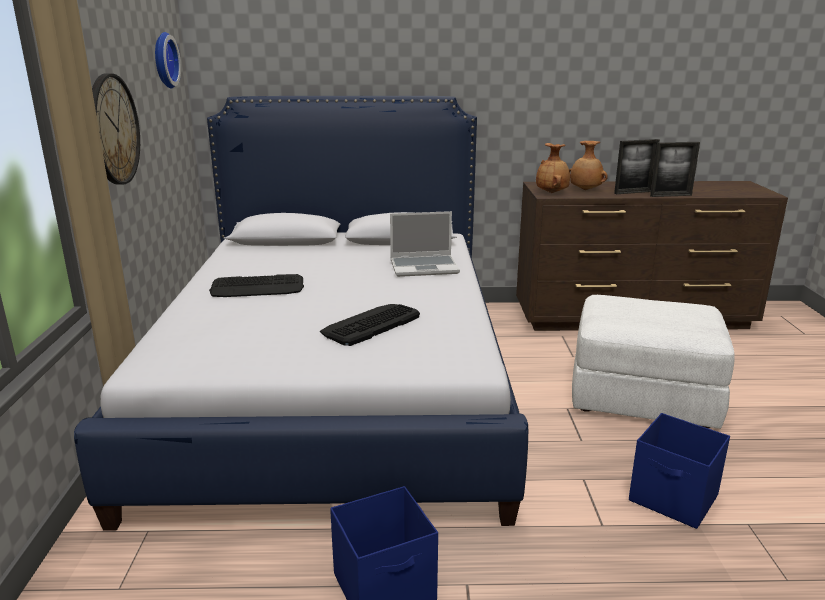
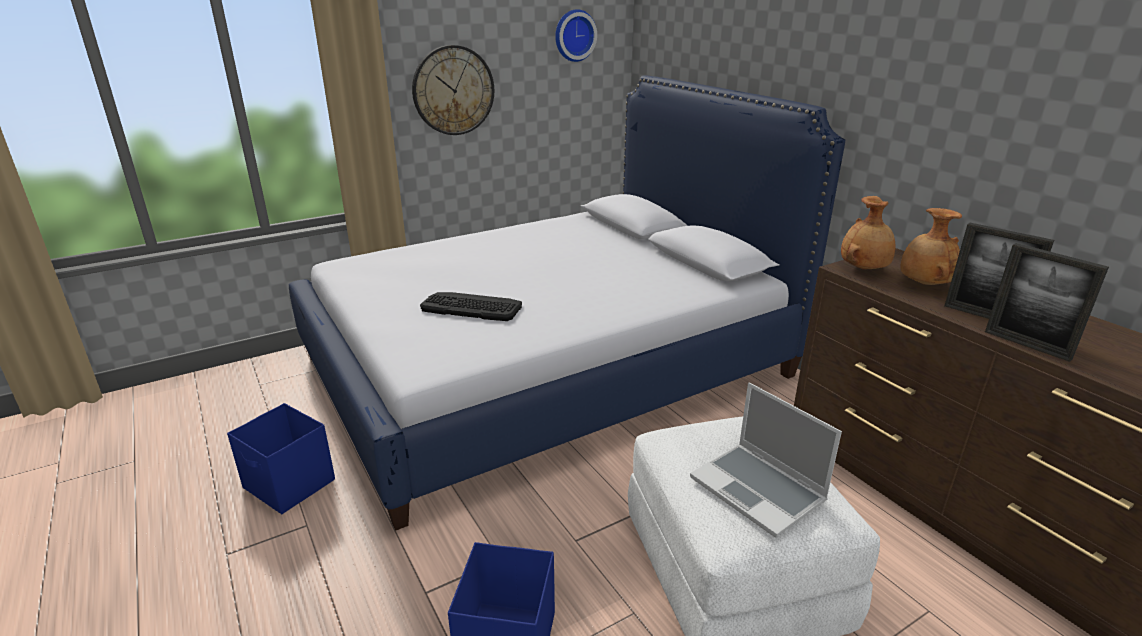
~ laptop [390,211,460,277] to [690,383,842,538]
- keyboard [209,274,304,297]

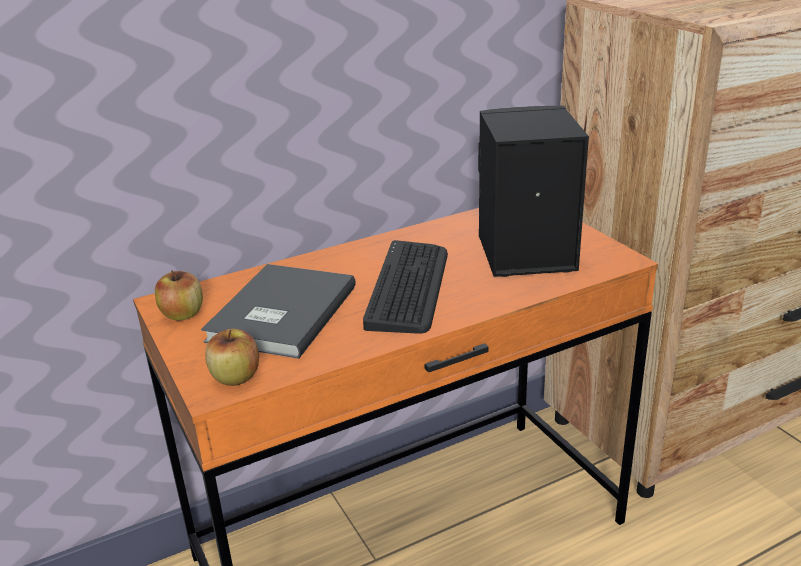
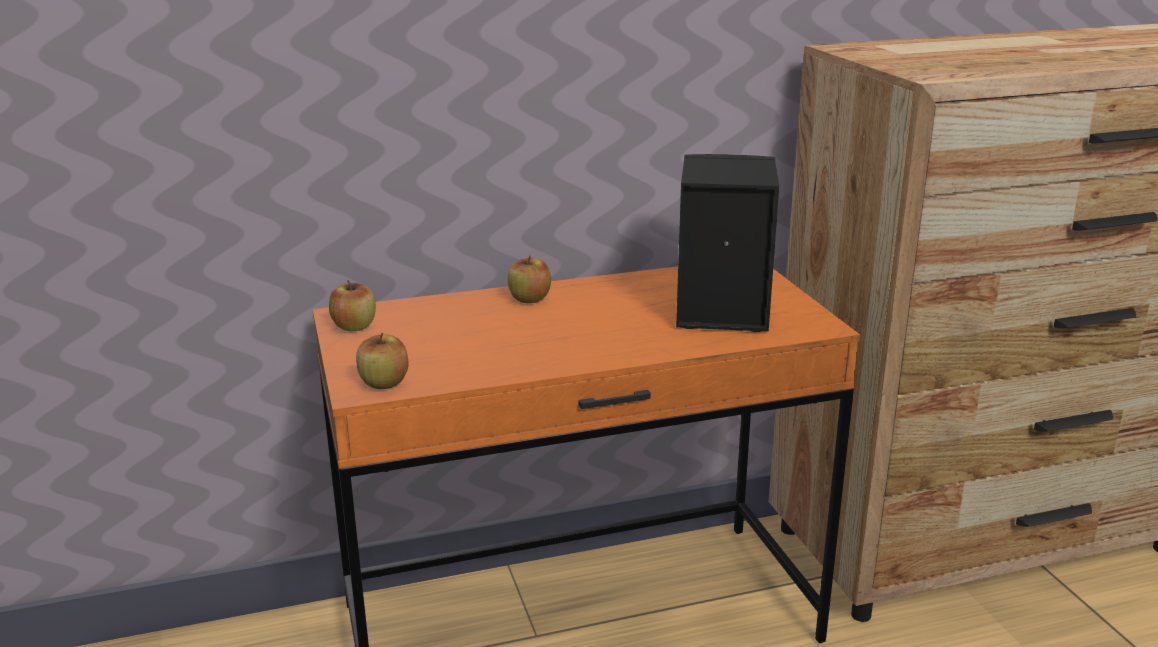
- keyboard [363,240,448,334]
- grey book [201,264,356,359]
+ apple [508,255,551,303]

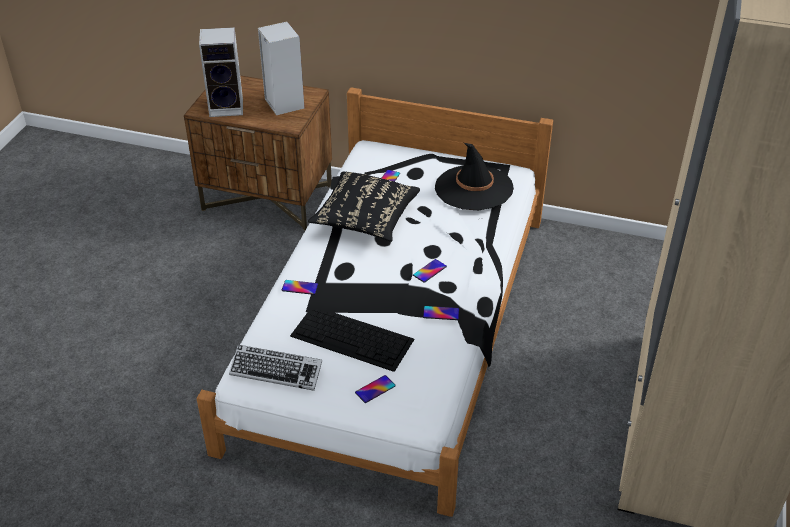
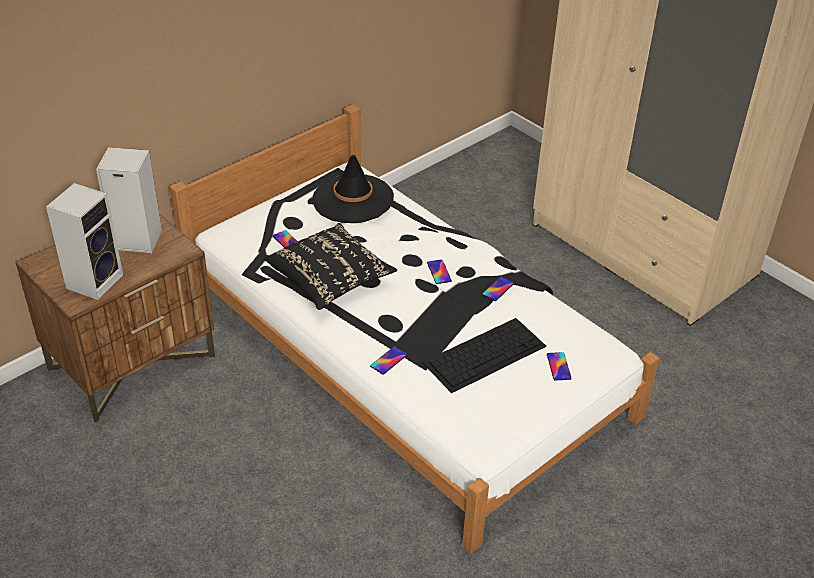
- keyboard [229,345,322,391]

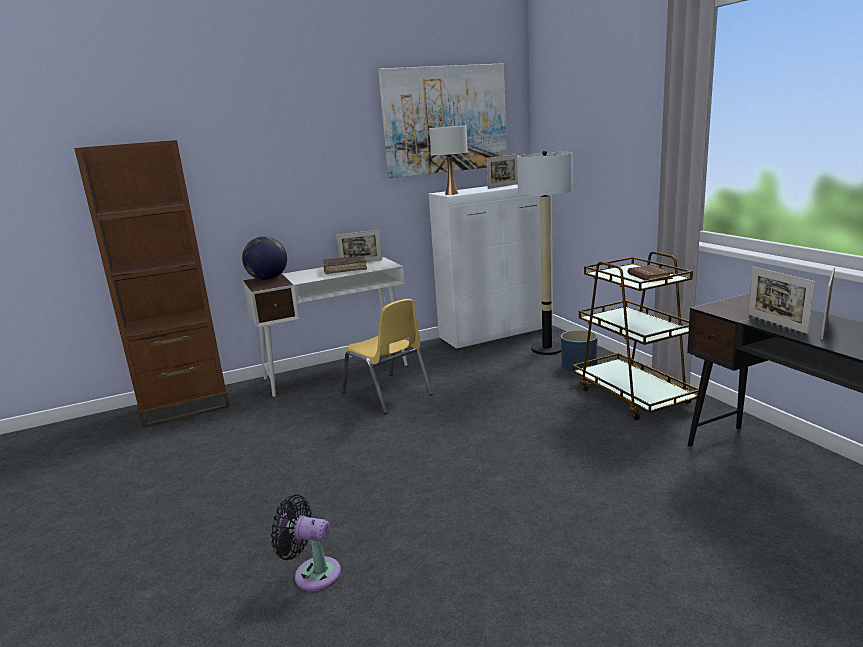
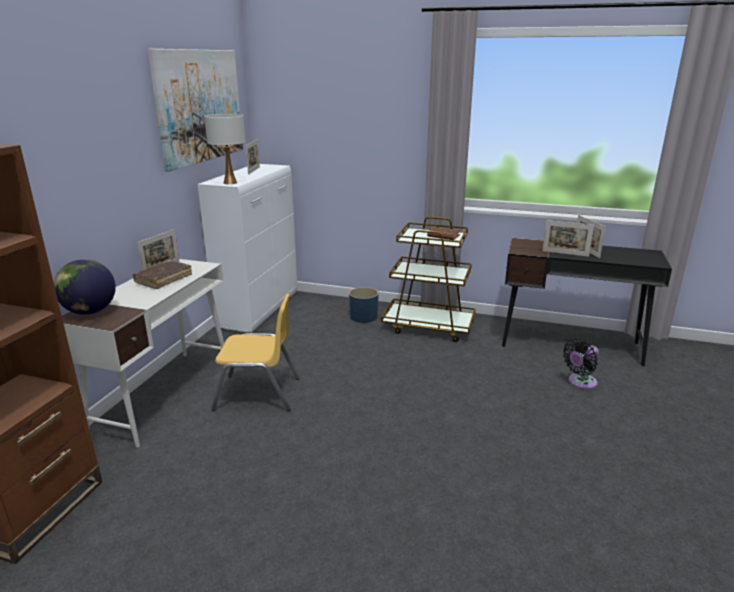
- floor lamp [517,151,573,355]
~ black fan [271,494,341,591] to [563,339,599,389]

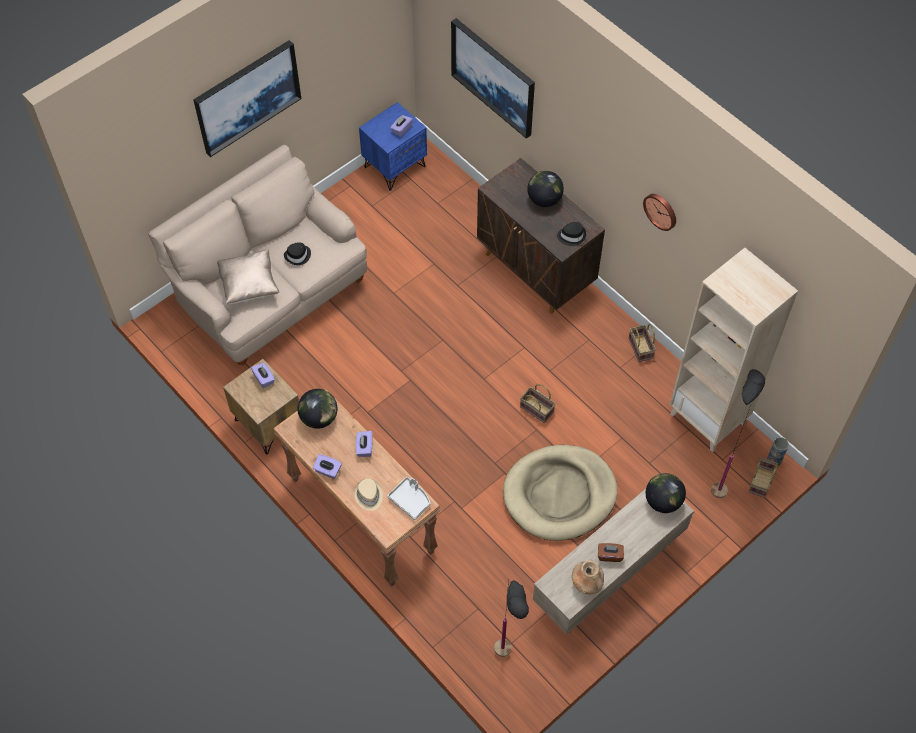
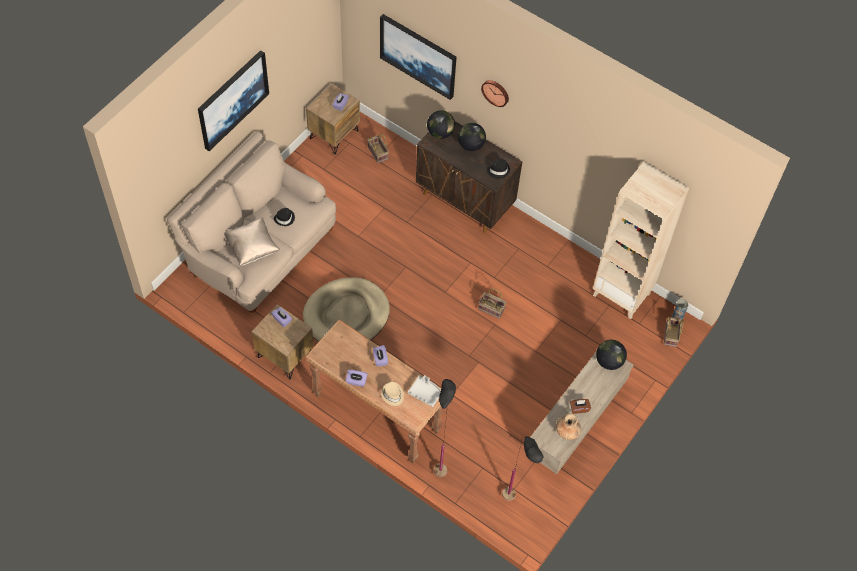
~ blue nightstand [359,102,427,191] to brown nightstand [306,83,360,155]
~ wall clock [643,194,676,231] to [481,80,509,107]
~ basket [629,324,656,362] to [367,133,389,163]
~ black floor lamp [711,369,765,498] to [434,379,456,477]
~ globe [297,389,338,429] to [427,110,455,139]
~ beige dog bed [503,445,617,541] to [303,277,390,342]

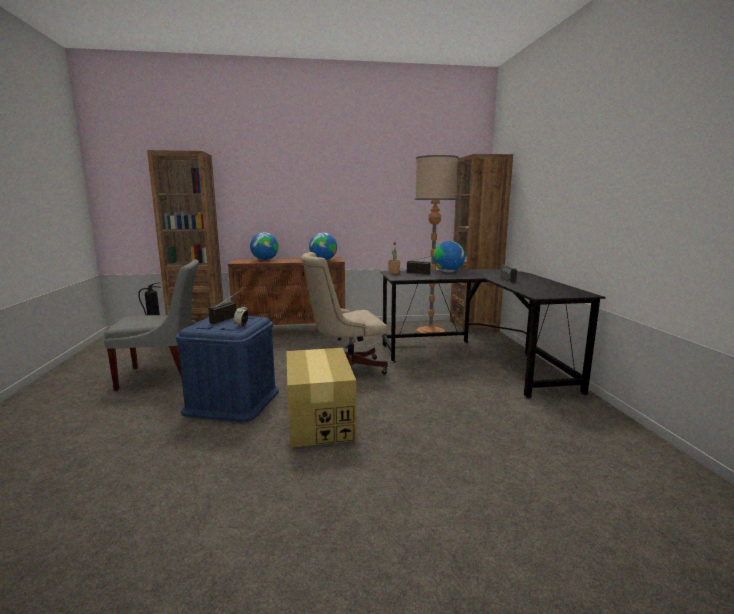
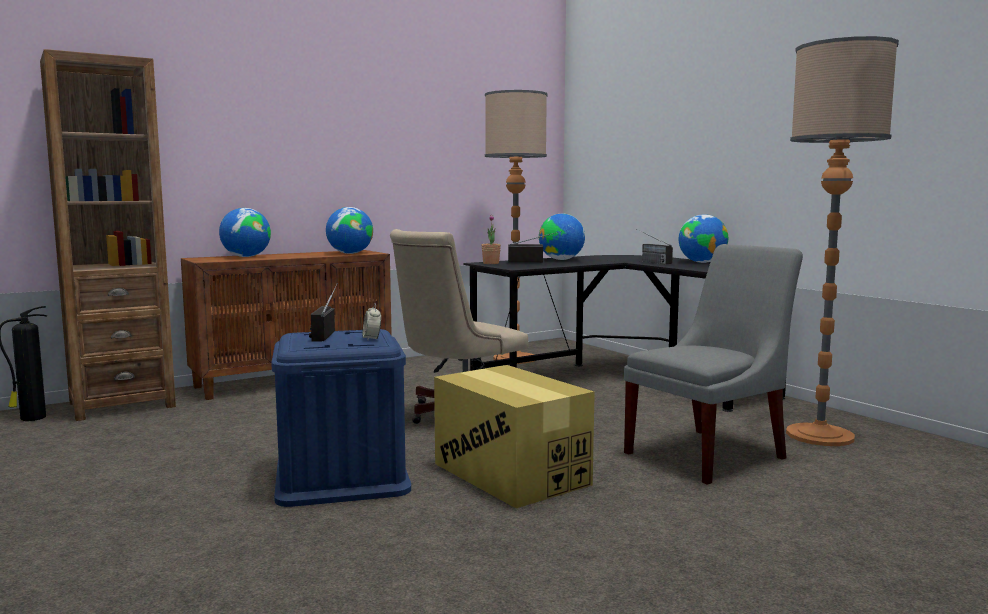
- brown bookcase [450,154,513,332]
~ grey chair [104,259,199,391] to [624,244,803,485]
+ floor lamp [786,36,899,446]
+ globe [679,214,728,263]

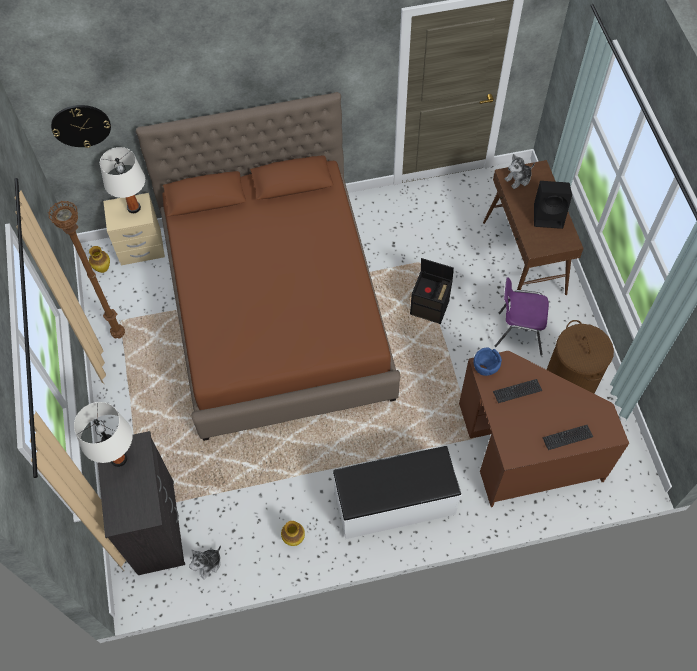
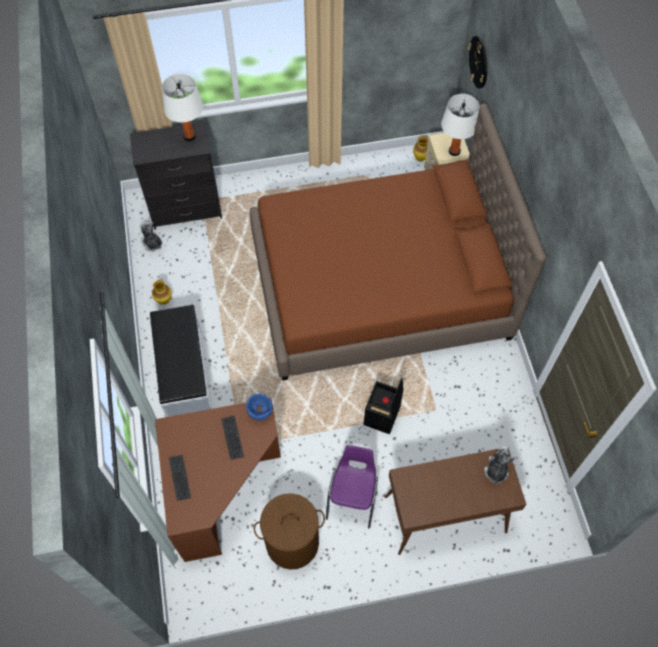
~ plush toy [505,154,535,189] = [484,445,516,486] 45 degrees clockwise
- black speaker [534,181,572,229]
- brown floor lamp [48,201,125,339]

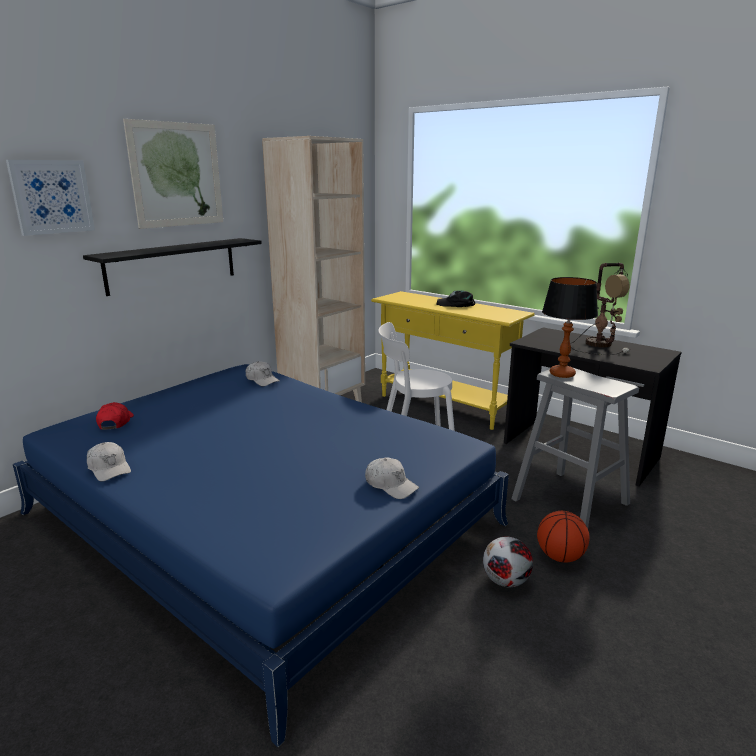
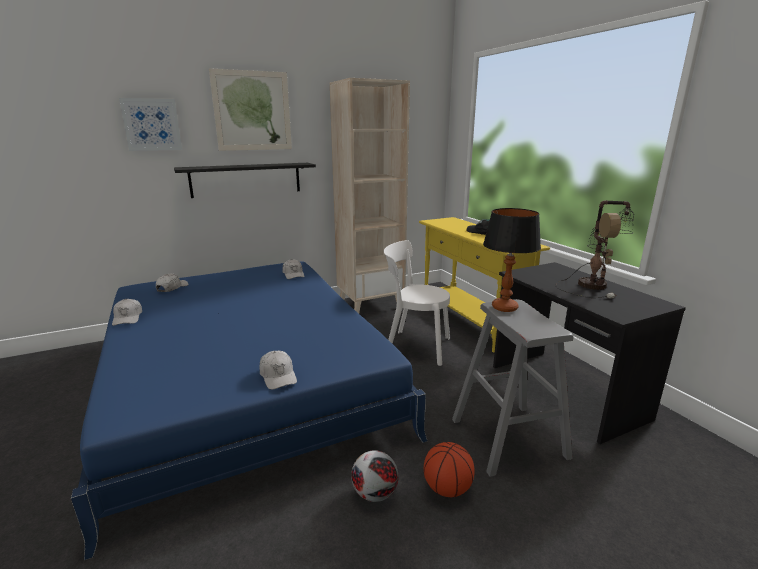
~ red cap [96,402,134,430] to white cap [156,274,188,292]

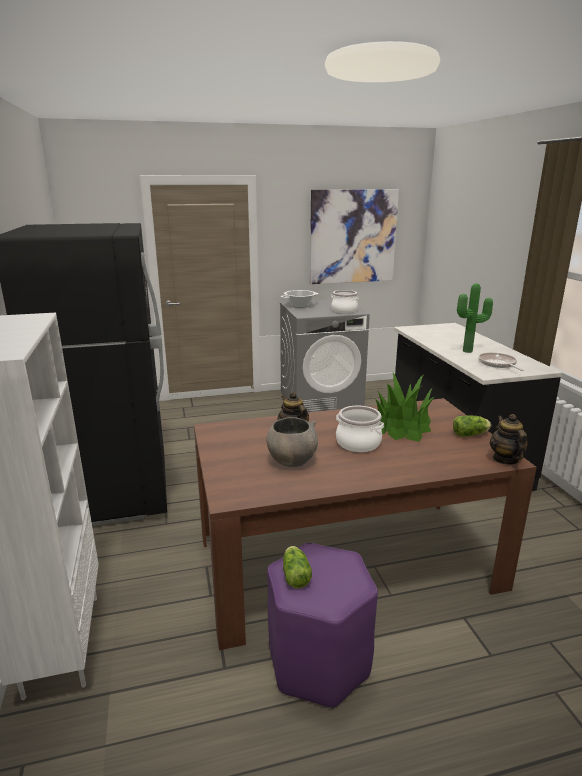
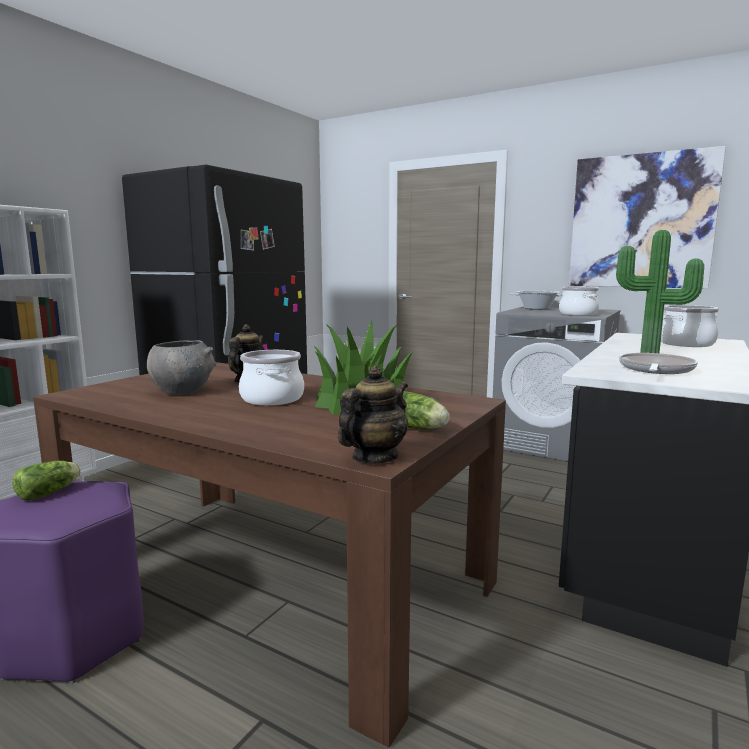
+ cooking pot [661,305,719,347]

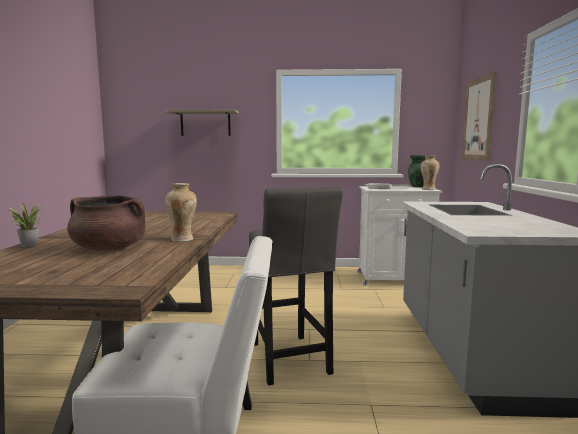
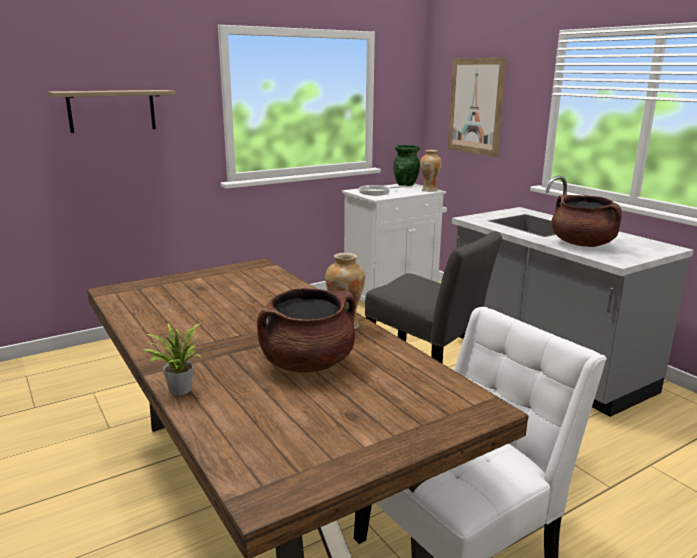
+ brown cooking pot [552,195,622,247]

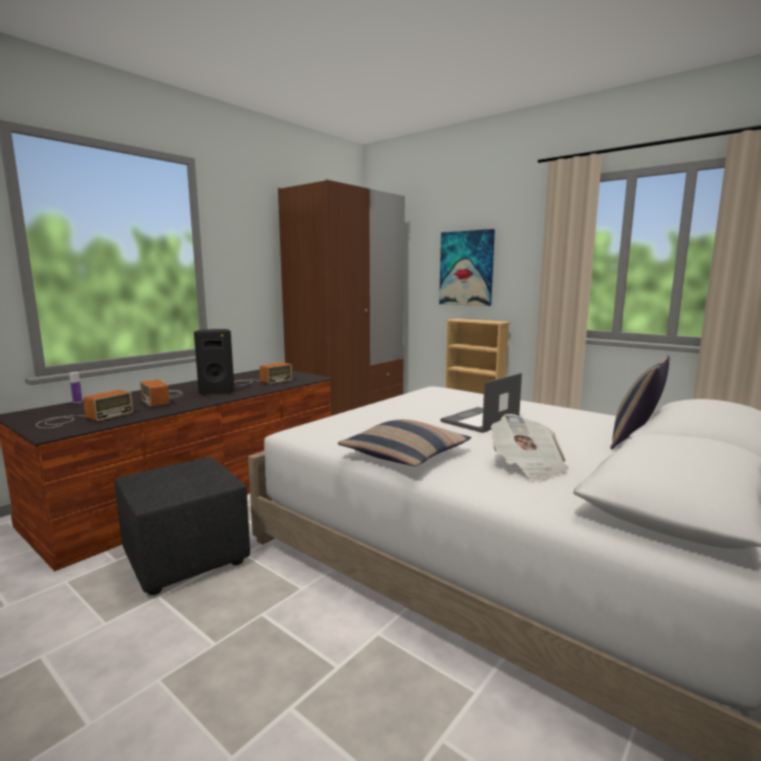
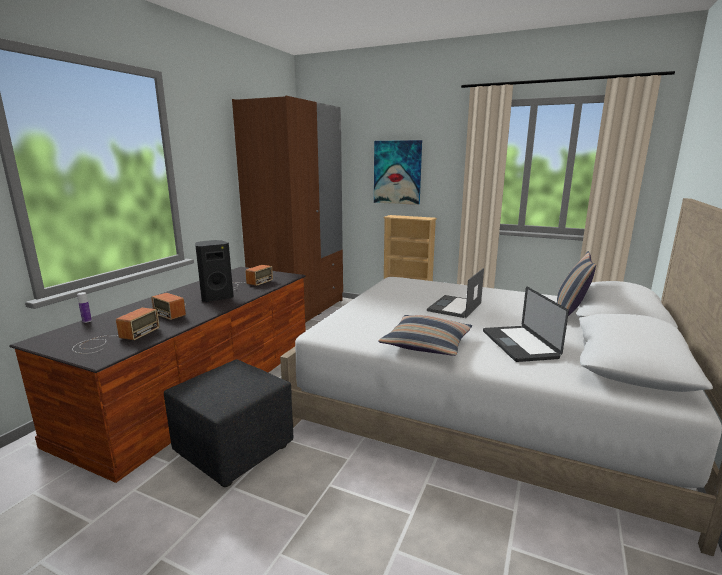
~ newspaper [491,414,569,483] to laptop [483,287,569,362]

